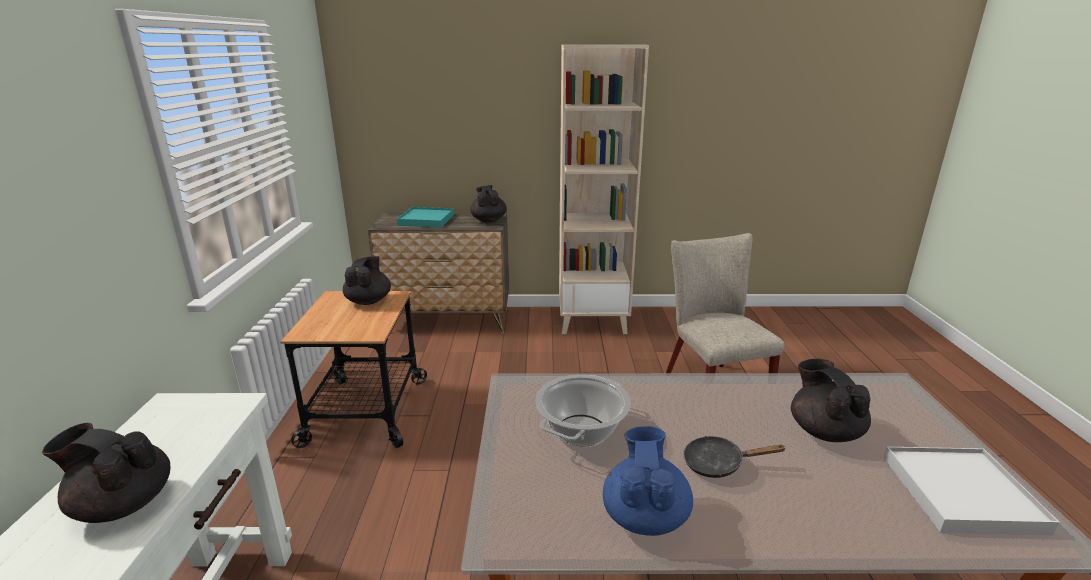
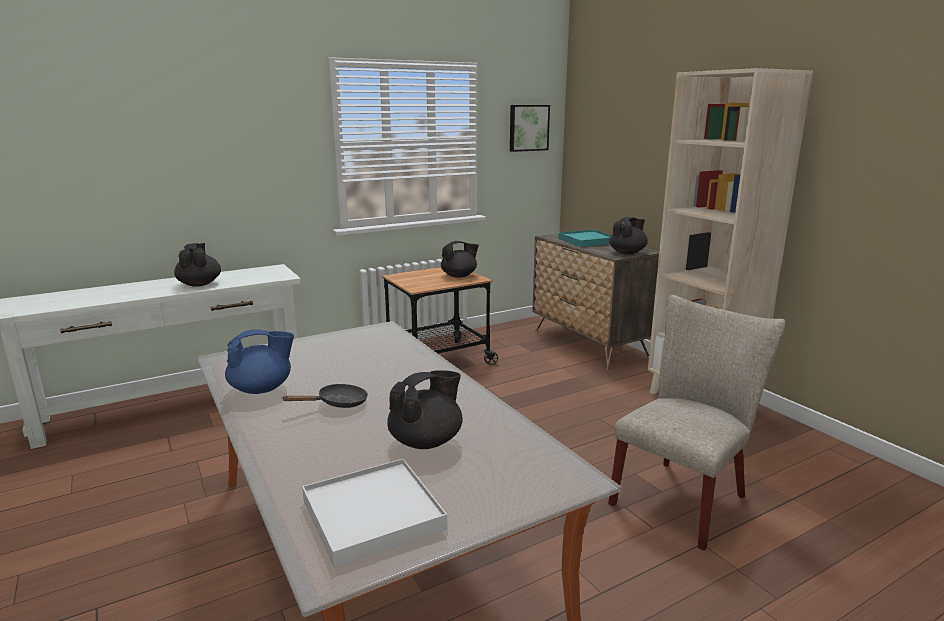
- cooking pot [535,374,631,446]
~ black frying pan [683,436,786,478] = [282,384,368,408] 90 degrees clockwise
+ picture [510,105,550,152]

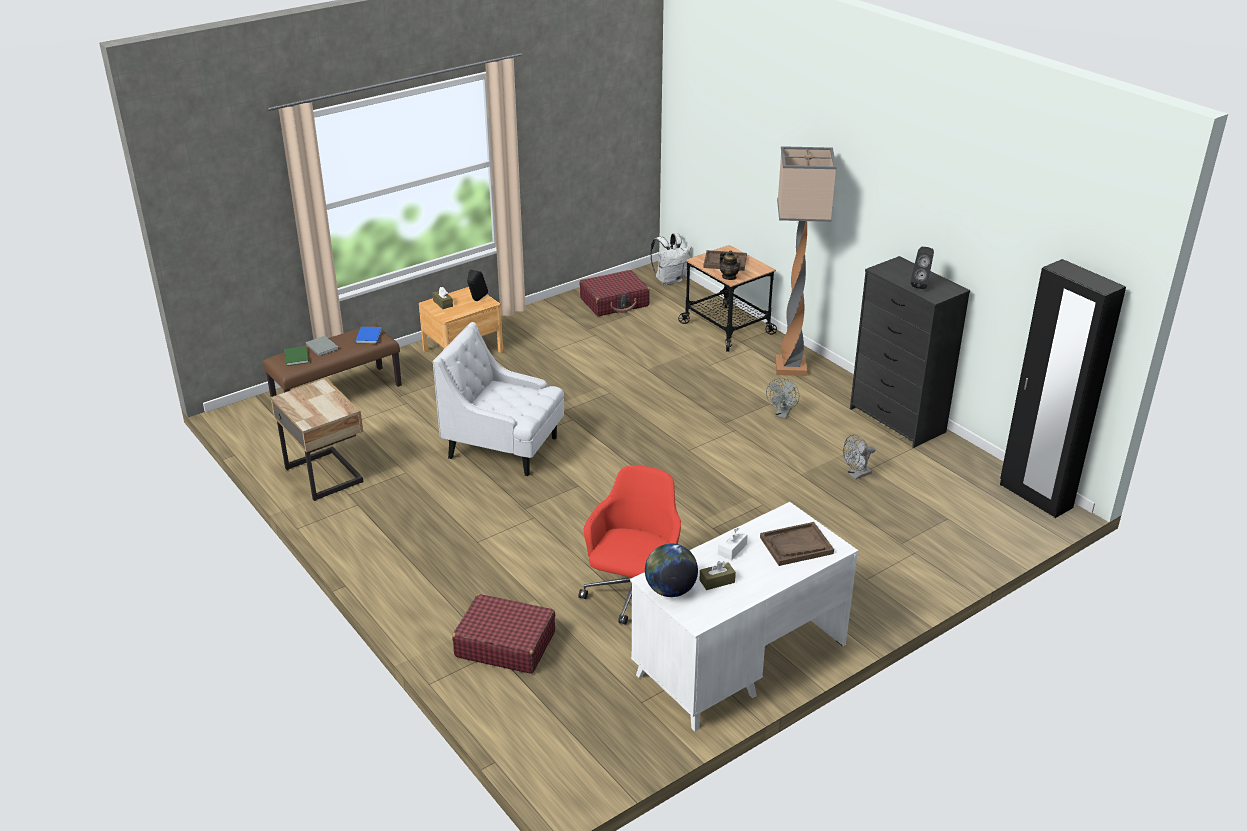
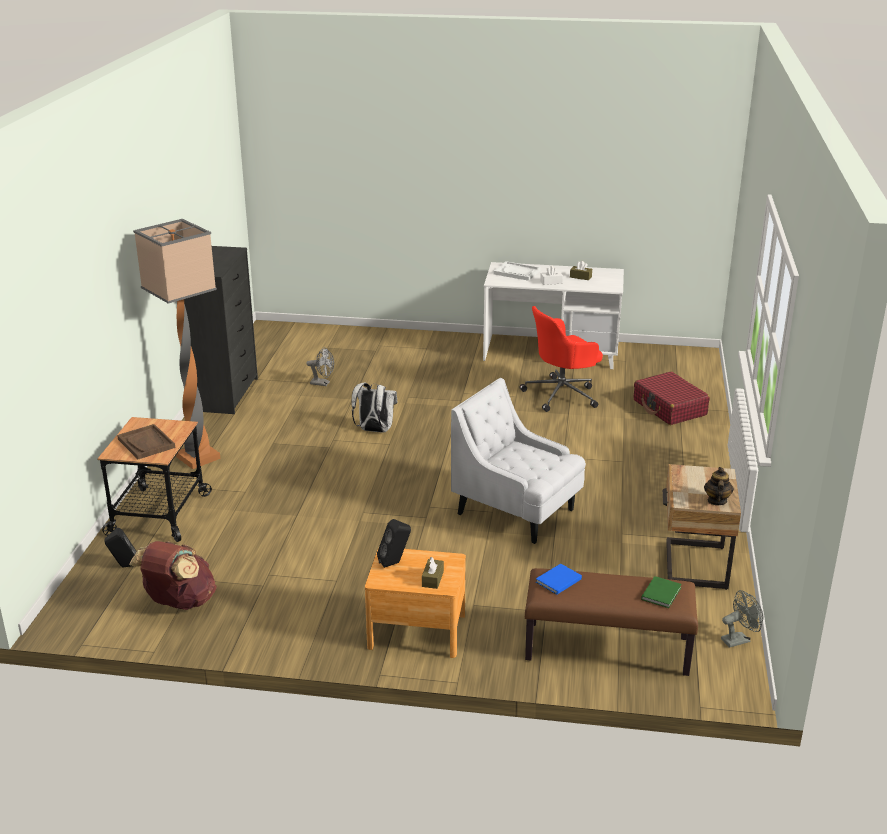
~ white backpack [650,233,692,285] to [351,383,397,433]
~ black speaker [911,247,934,289] to [104,528,137,567]
~ teapot [719,251,740,280] to [704,467,734,505]
- black wardrobe [1000,259,1126,518]
~ red suitcase [579,270,650,316] to brown backpack [129,541,217,610]
~ white armchair [433,322,564,476] = [451,378,586,544] 150 degrees clockwise
- grey book [306,336,339,356]
~ grey fan [766,378,799,419] to [721,590,763,648]
~ brown tray [760,522,834,566] to white tray [493,261,541,281]
- globe [645,544,698,597]

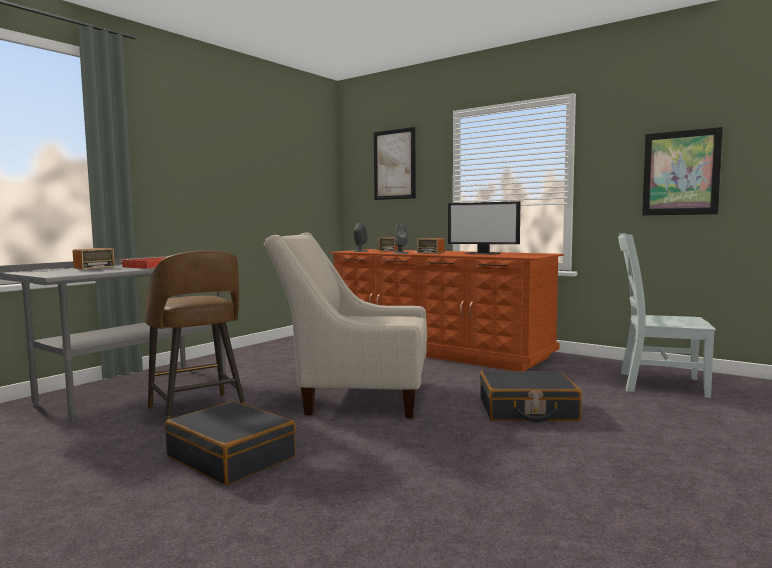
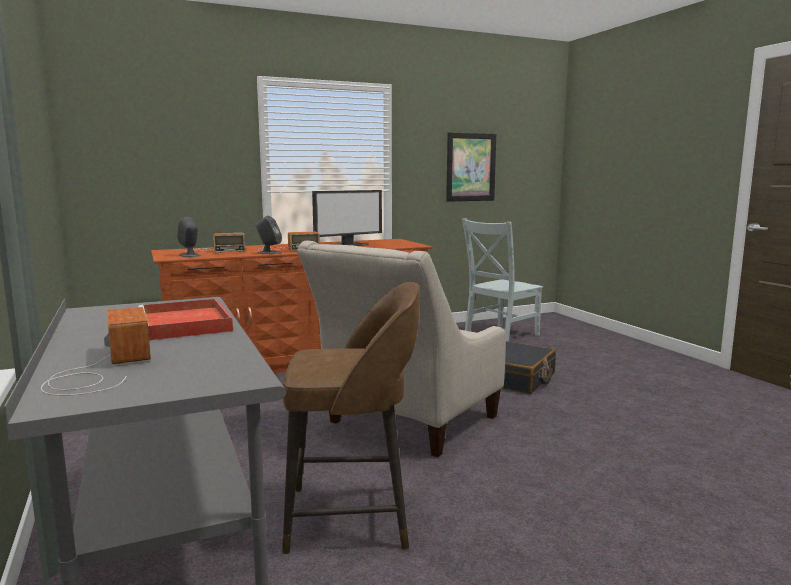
- picture [373,127,416,200]
- black suitcase [165,401,296,485]

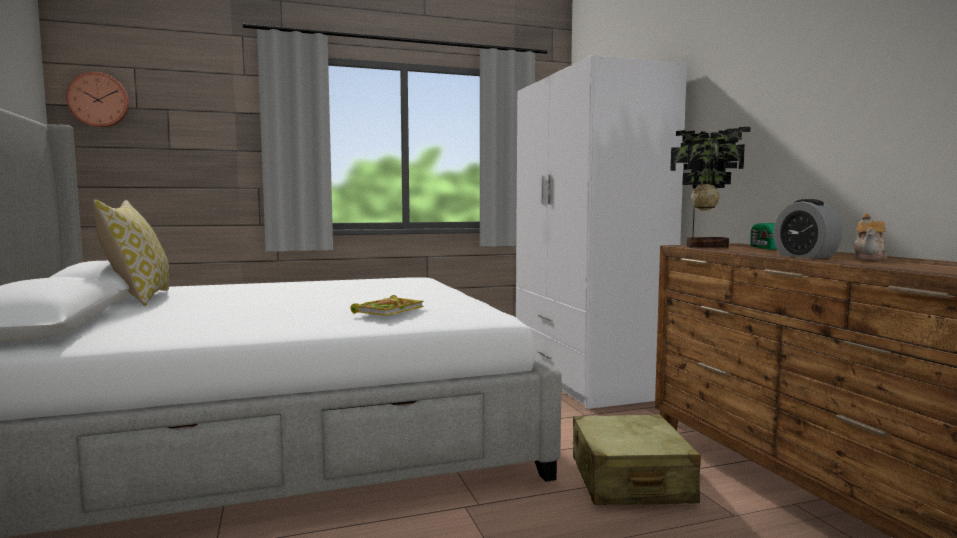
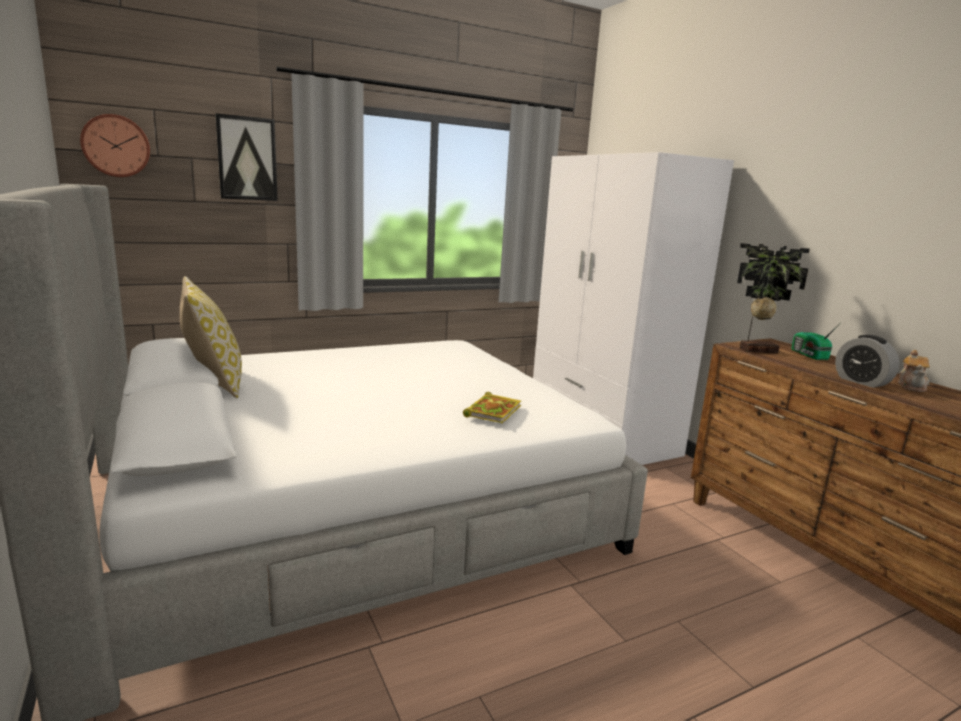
- beige suitcase [572,414,701,505]
+ picture [215,113,278,201]

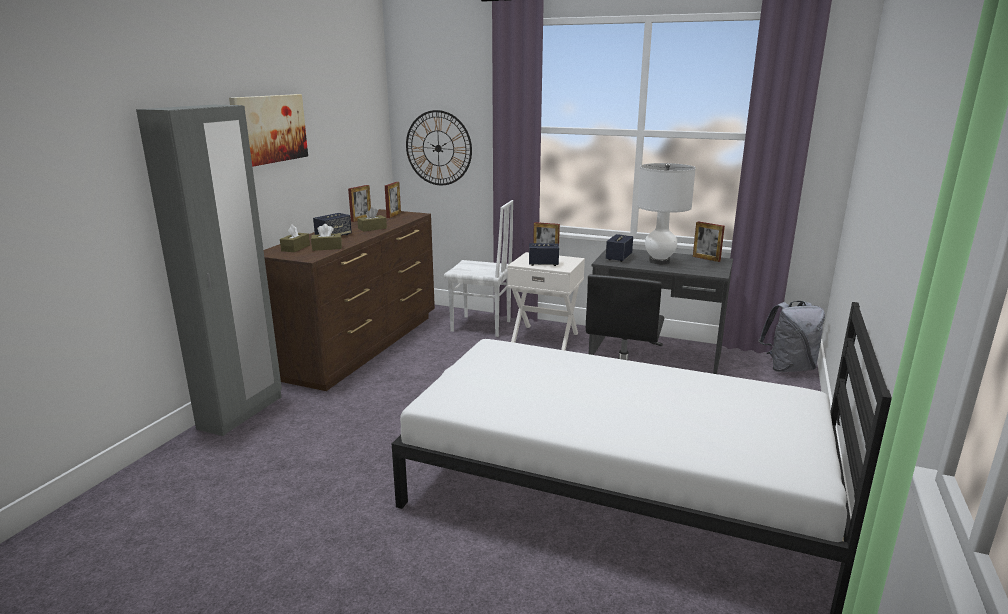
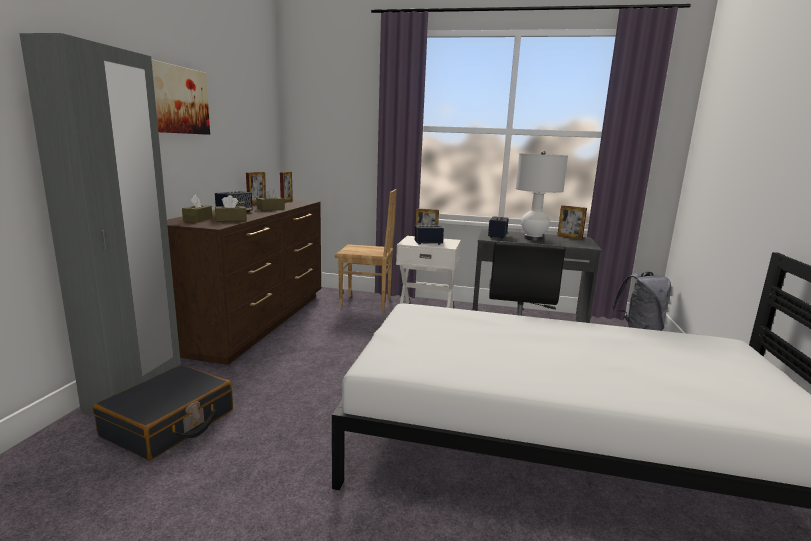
- wall clock [406,110,472,185]
~ white chair [444,200,513,337] to brown chair [335,189,397,312]
+ black suitcase [93,365,233,461]

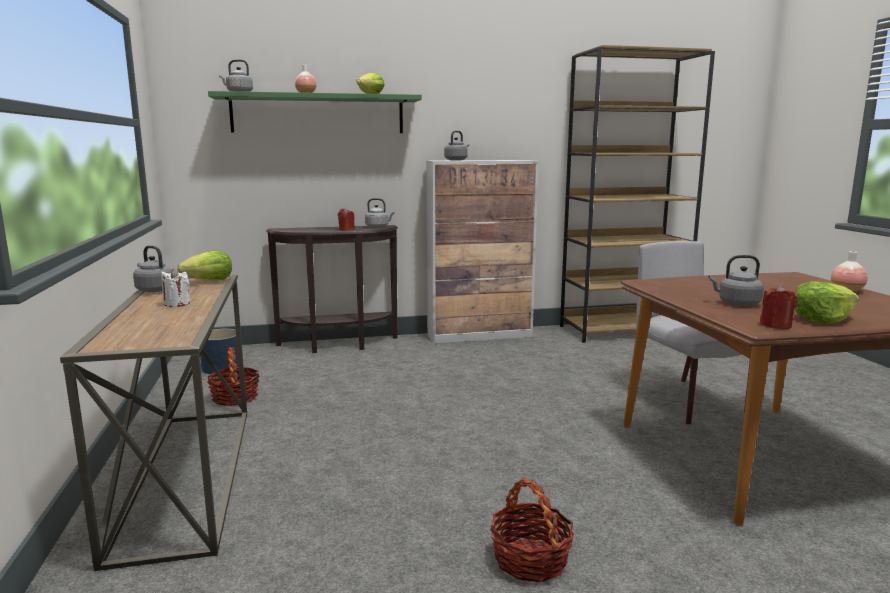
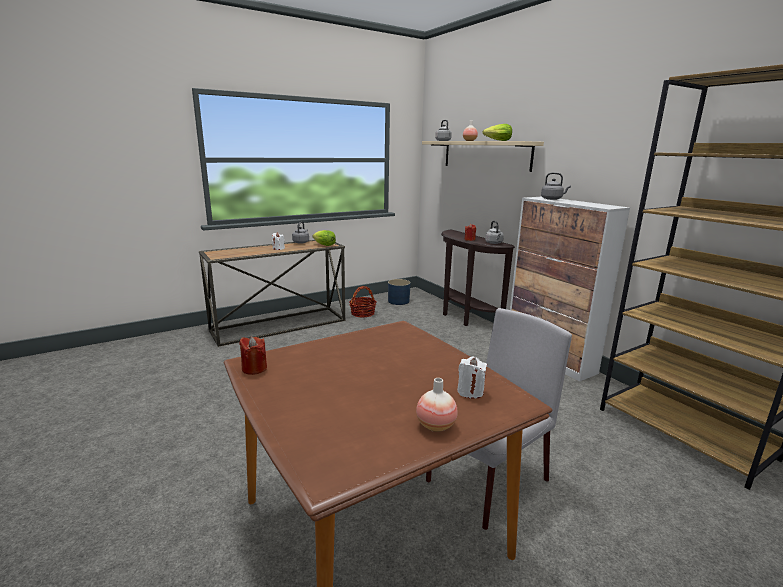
~ green shelf [208,91,422,133] to beige shelf [422,141,544,172]
- grey kettle [708,255,764,306]
- lettuce [795,281,859,324]
- basket [490,477,574,582]
+ white candle [457,357,487,399]

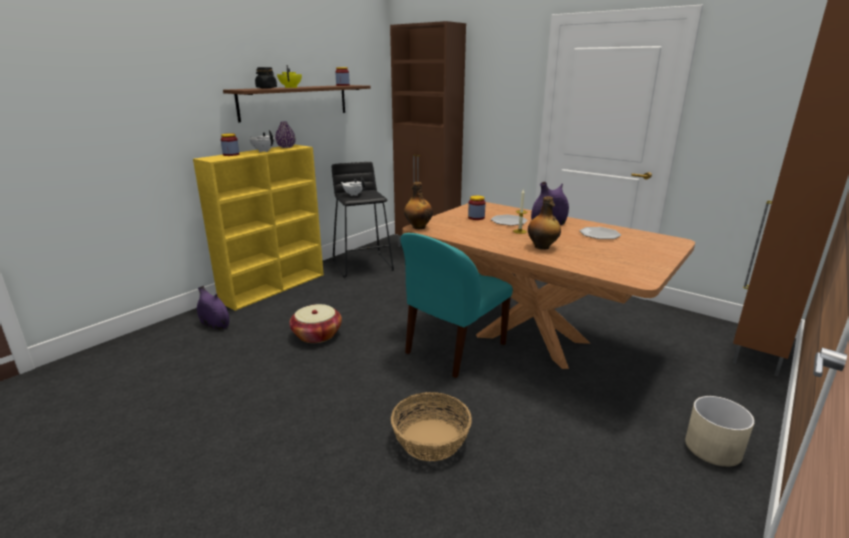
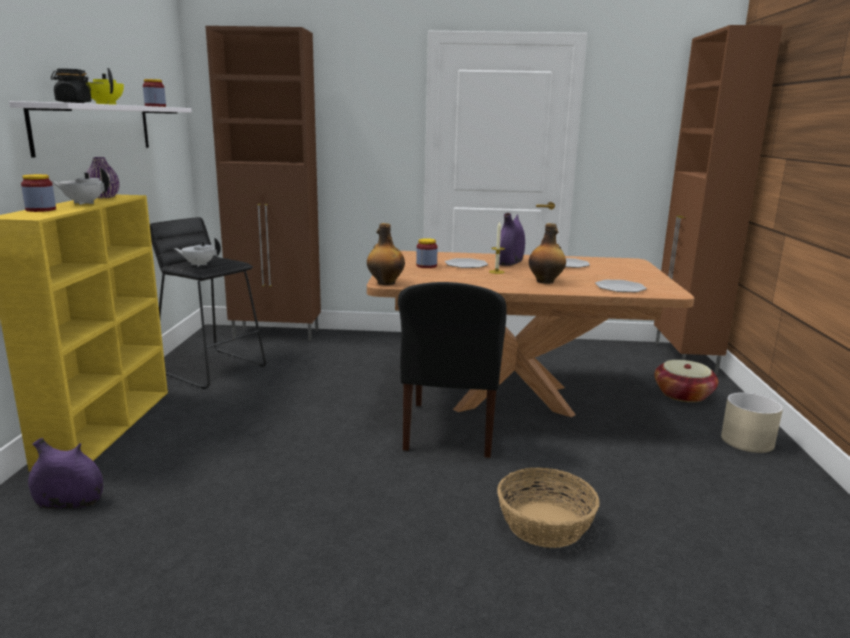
~ brown shelf [223,85,371,123] to white shelf [9,101,192,158]
~ turquoise chair [400,233,513,378] to black chair [398,282,507,458]
~ basket [289,304,342,343] to [654,360,718,402]
+ plate [595,280,647,292]

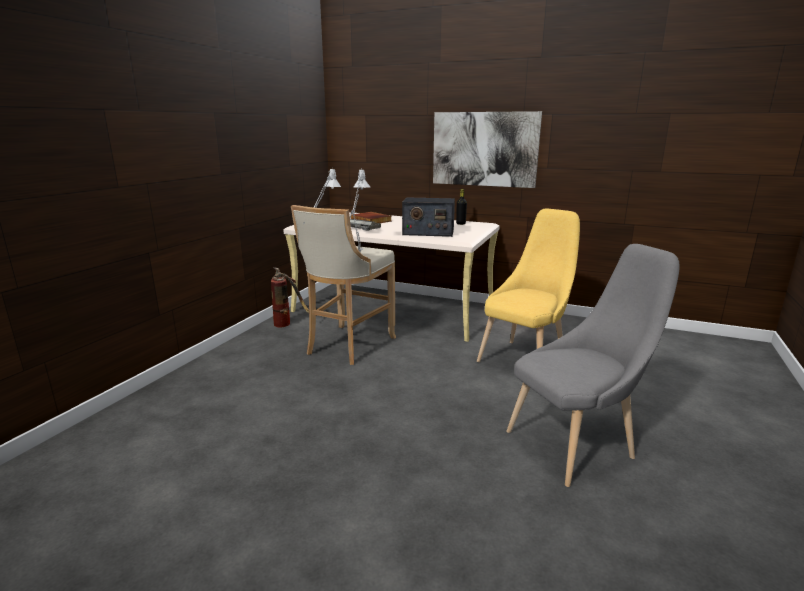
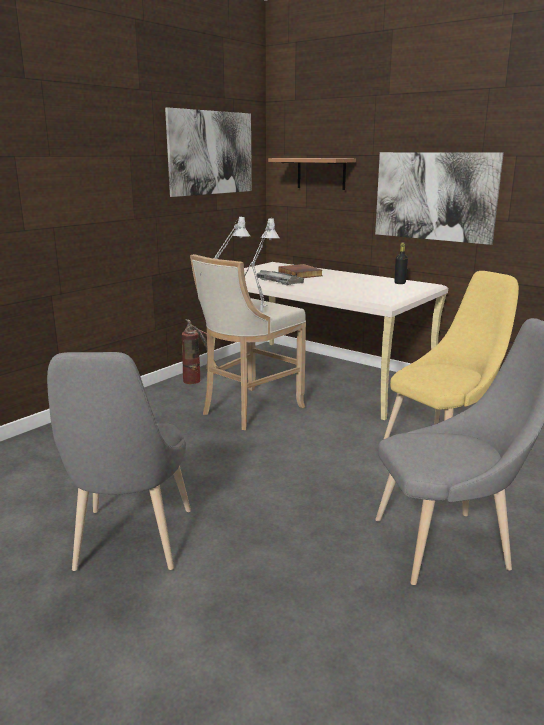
- radio [402,197,455,237]
+ picture [165,107,252,197]
+ shelf [268,158,356,190]
+ grey chair [47,352,191,571]

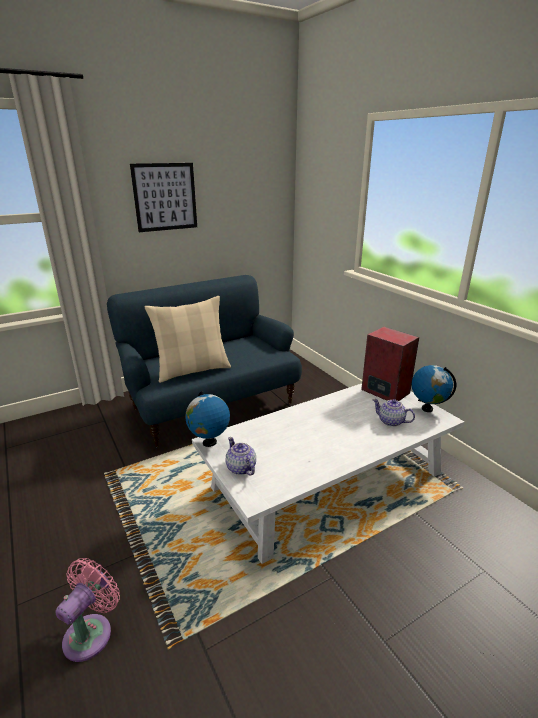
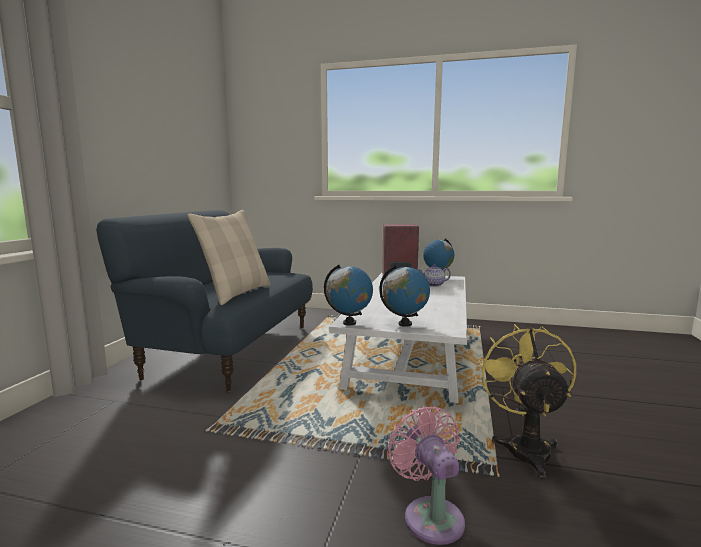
- picture [130,163,197,232]
~ teapot [226,437,256,476] to globe [379,265,430,327]
+ yellow fan [479,324,576,479]

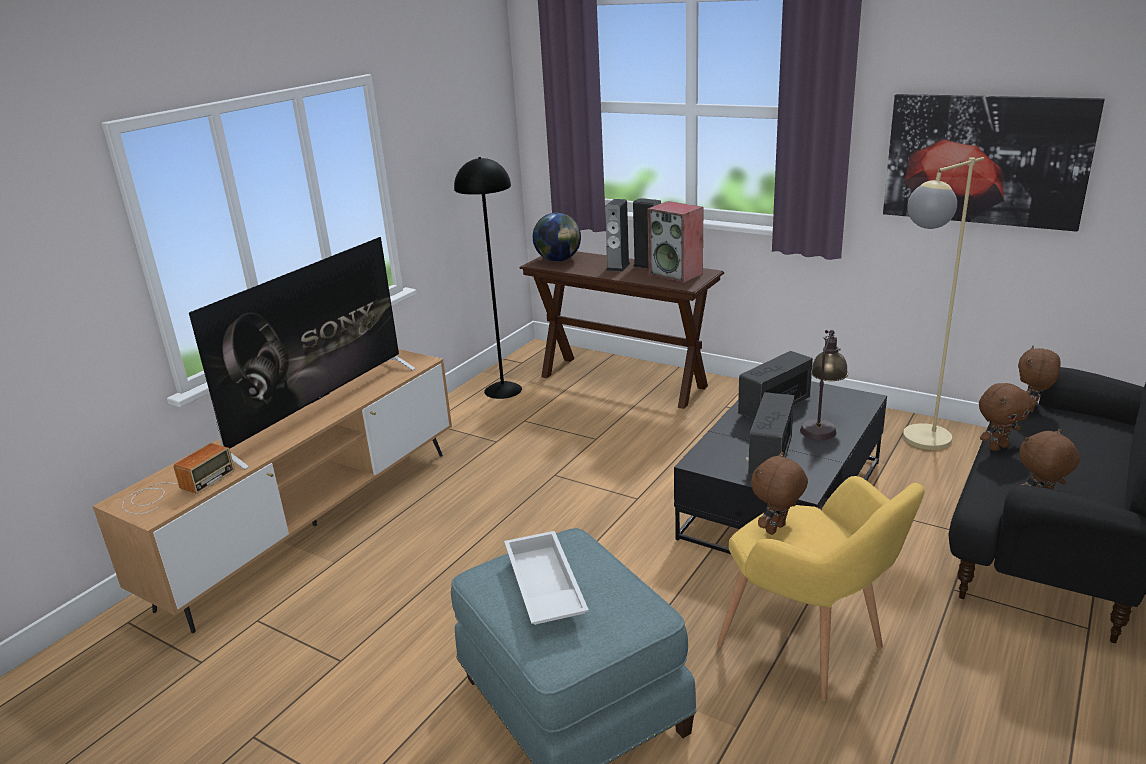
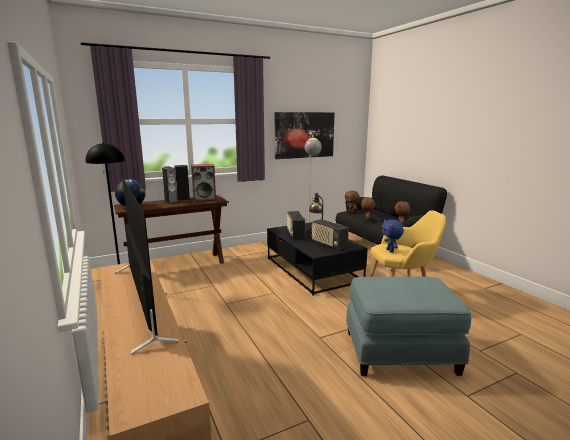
- radio [122,443,235,514]
~ brown plush toy [751,452,808,535] to blue plush toy [381,220,404,253]
- white tray [504,531,589,625]

